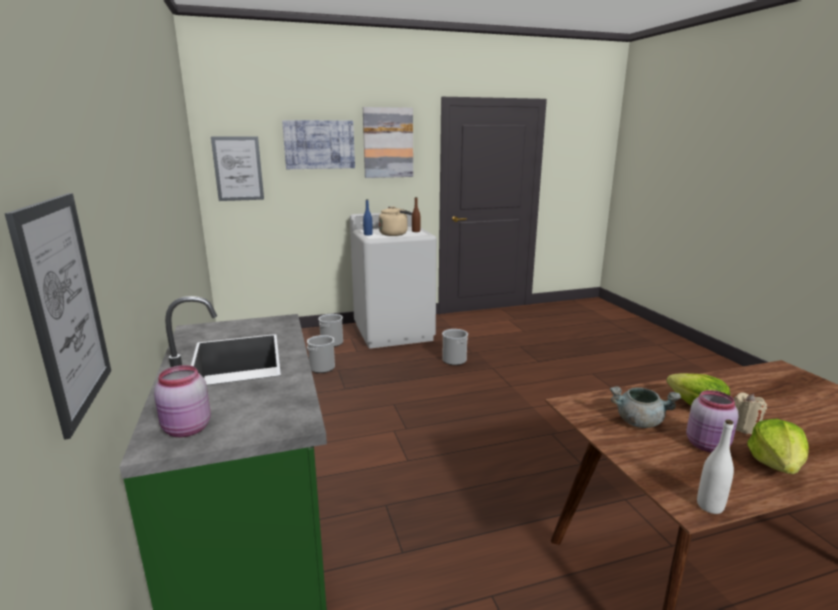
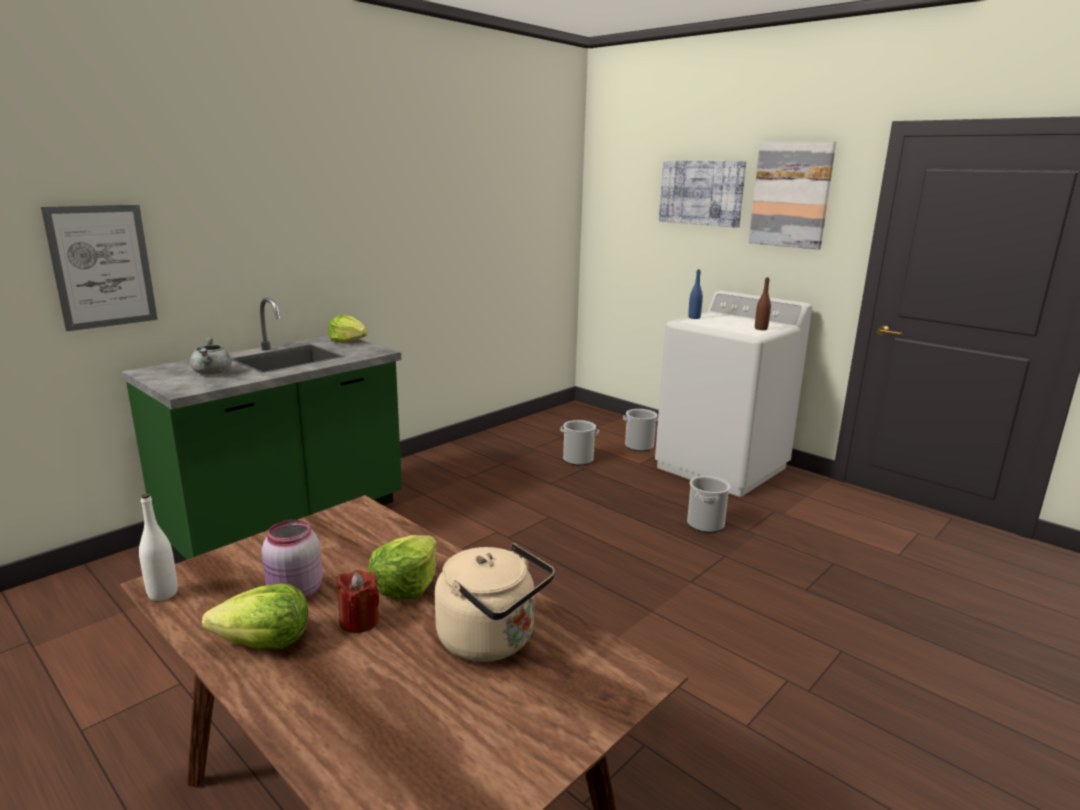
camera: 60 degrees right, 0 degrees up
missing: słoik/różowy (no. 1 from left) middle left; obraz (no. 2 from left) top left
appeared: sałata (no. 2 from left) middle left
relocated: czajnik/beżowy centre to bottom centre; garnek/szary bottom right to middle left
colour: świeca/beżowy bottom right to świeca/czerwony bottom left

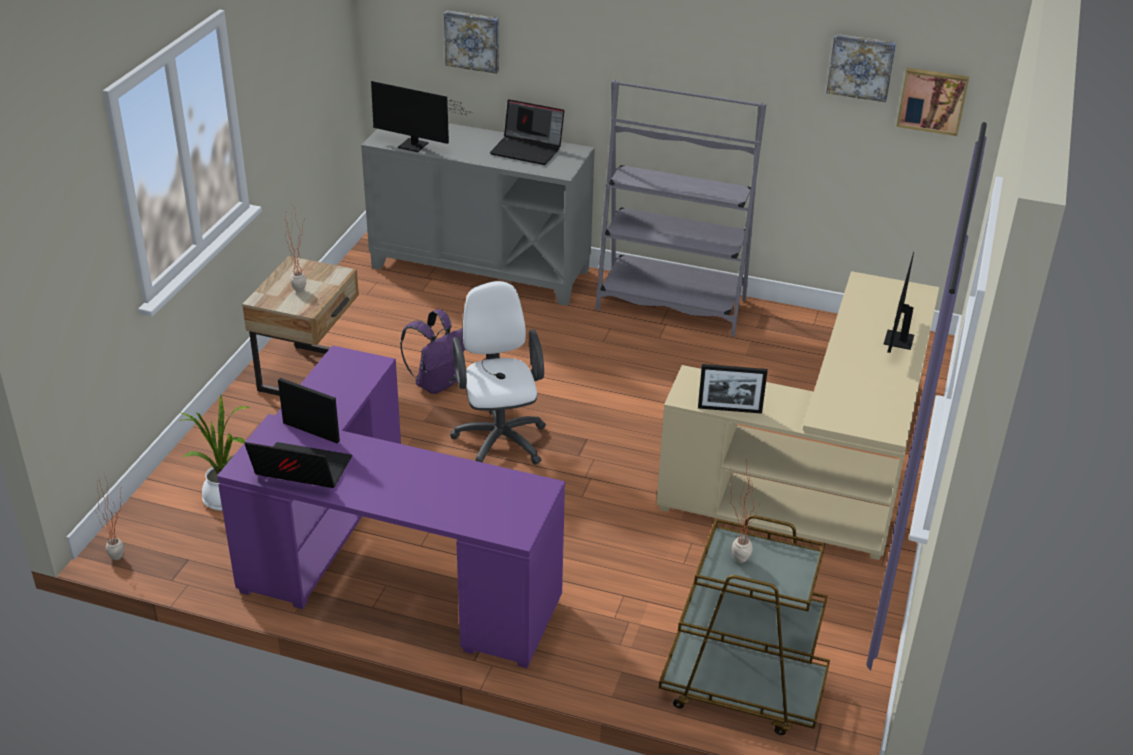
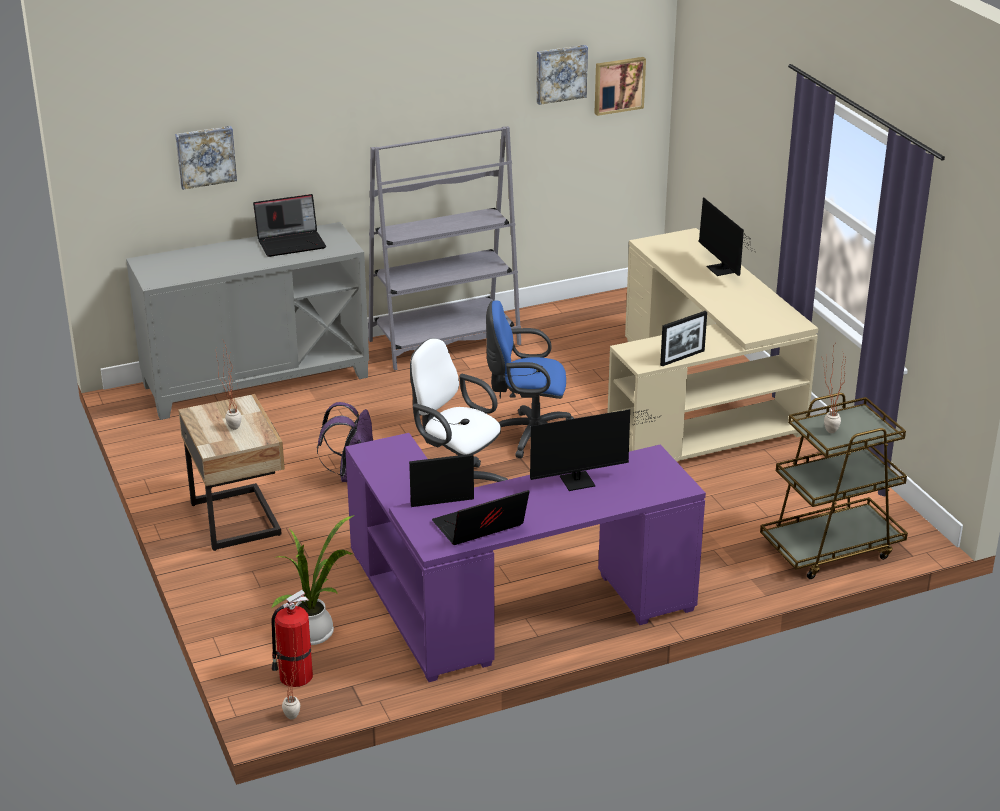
camera: 40 degrees left, 5 degrees down
appeared: gaśnica bottom left; krzesło biurowe/niebieski centre
relocated: monitor (no. 1 from left) top centre to centre

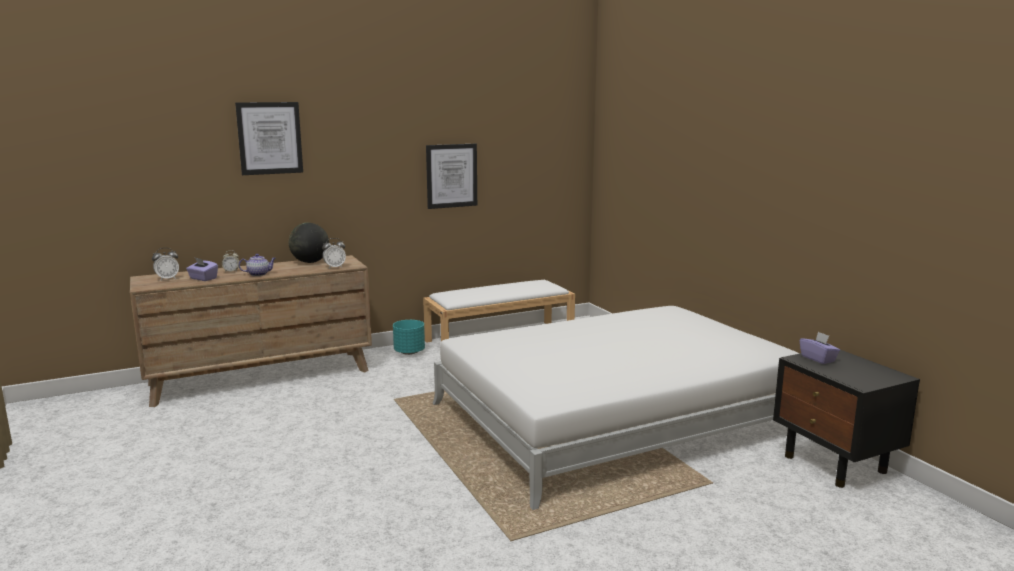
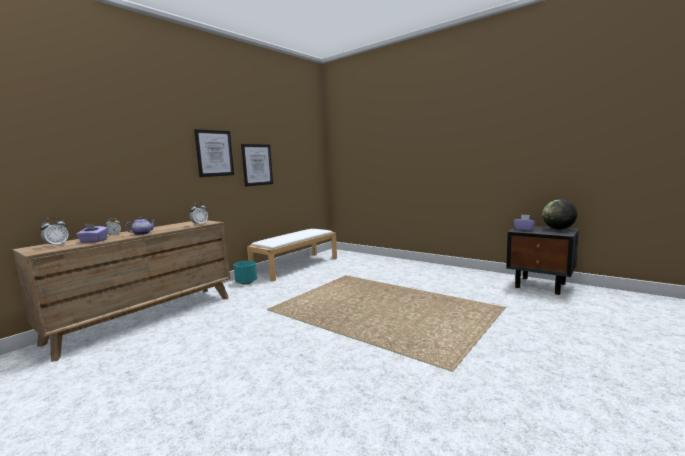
camera: 25 degrees left, 5 degrees down
missing: łóżko/biały bottom centre
relocated: obraz (no. 1 from left) top left to middle left; globus middle left to middle right

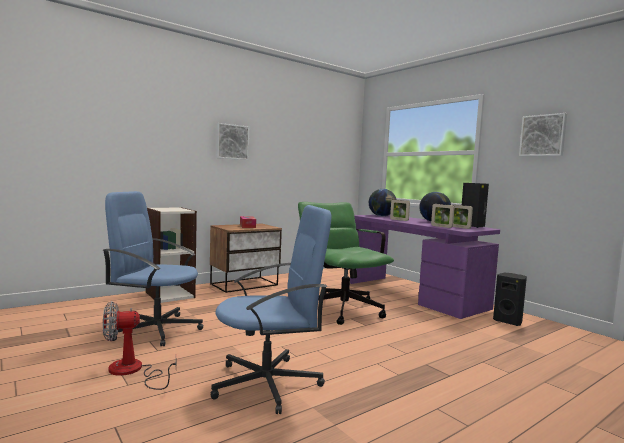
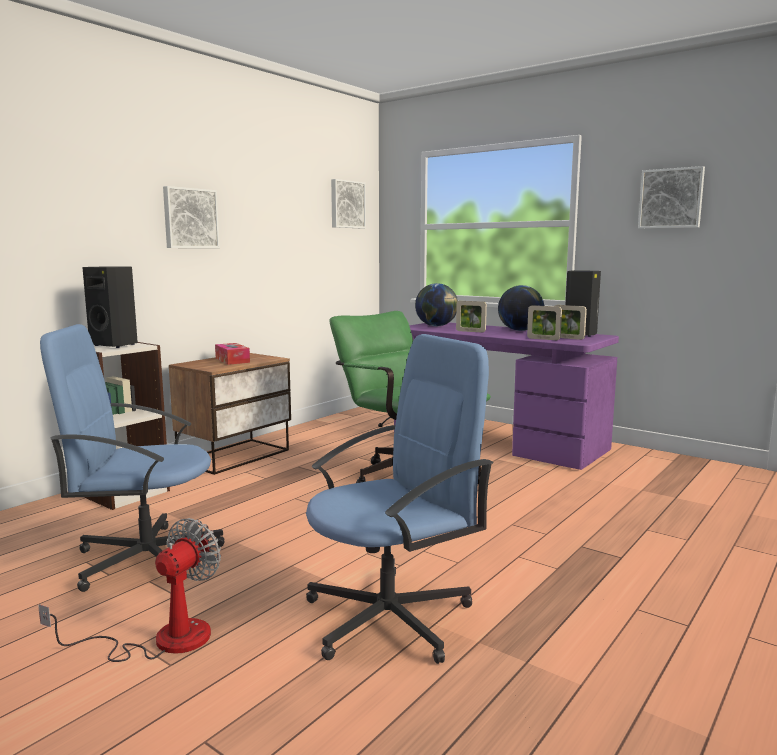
camera: 15 degrees left, 5 degrees up
appeared: obraz (no. 2 from left) top centre
relocated: głośnik/czarny (no. 2 from left in the first image) bottom right to głośnik/czarny (no. 1 from left) middle left
spun: wentylator bottom left = bottom left 150 degrees clockwise

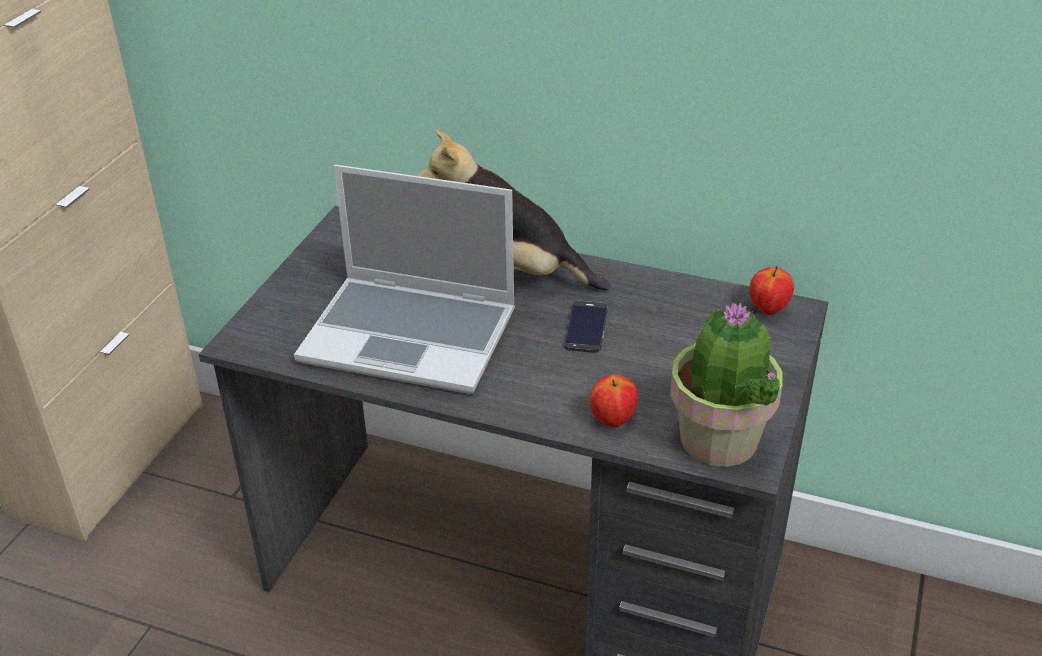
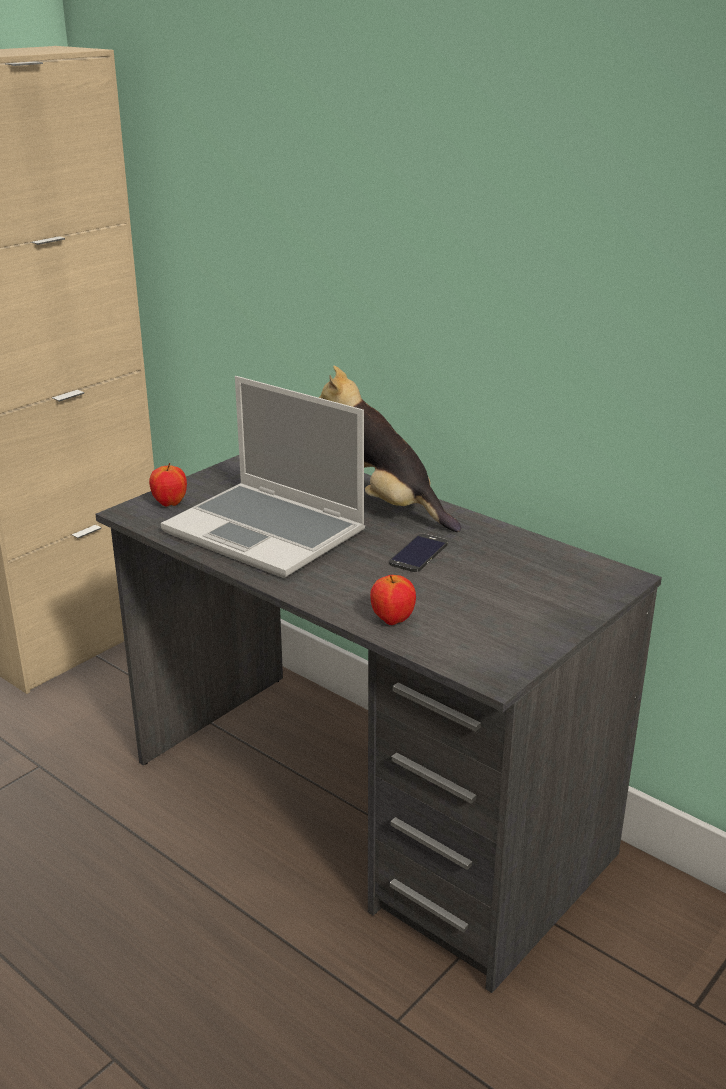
camera: 20 degrees right, 10 degrees down
missing: roślina doniczkowa middle right
relocated: jabłko (no. 2 from left in the first image) middle right to jabłko (no. 1 from left) middle left

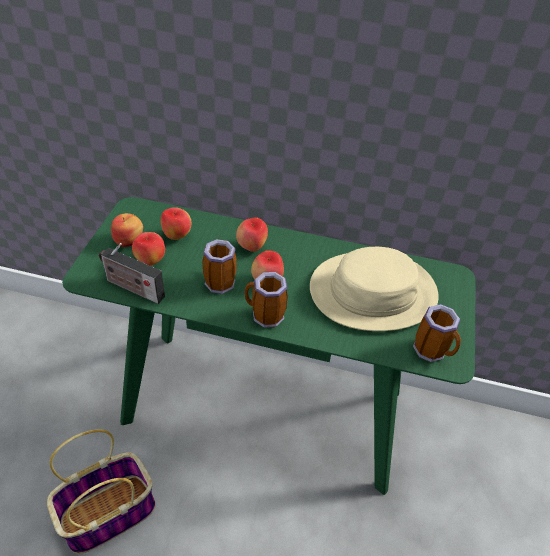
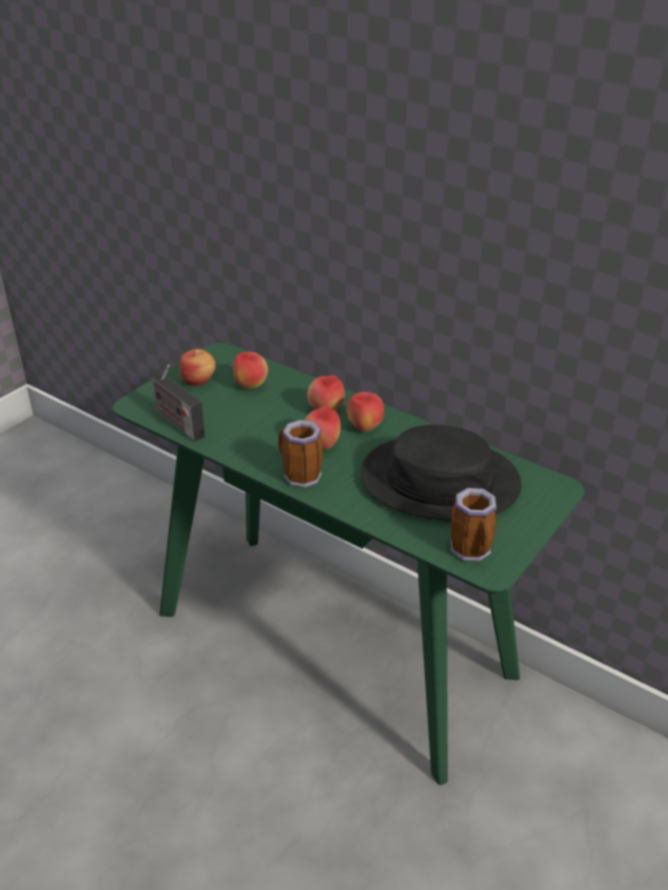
camera: 25 degrees right, 10 degrees down
missing: koszyk bottom left; kubek (no. 1 from left) centre
relocated: jabłko (no. 2 from left in the first image) middle left to jabłko (no. 5 from left) centre
colour: kapelusz/beżowy middle right to kapelusz/czarny centre

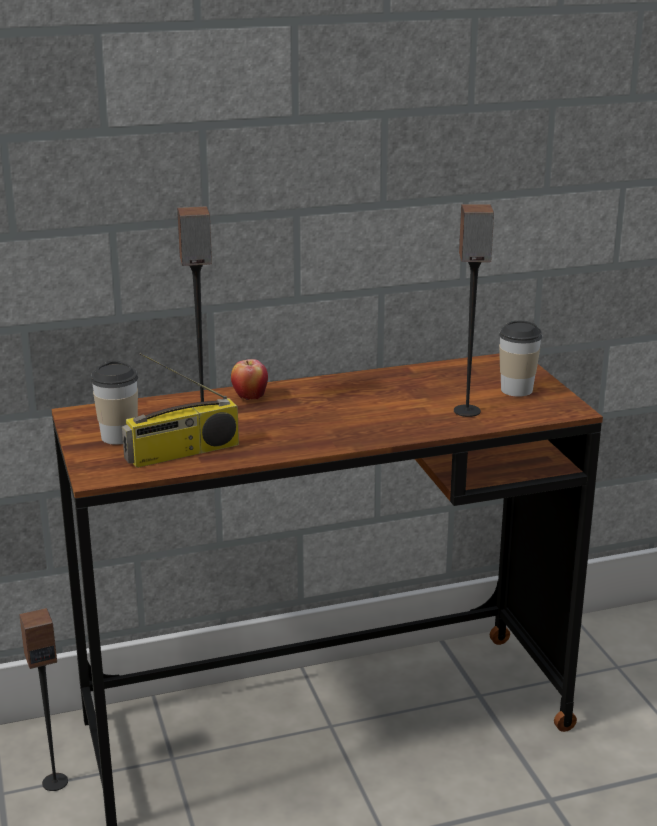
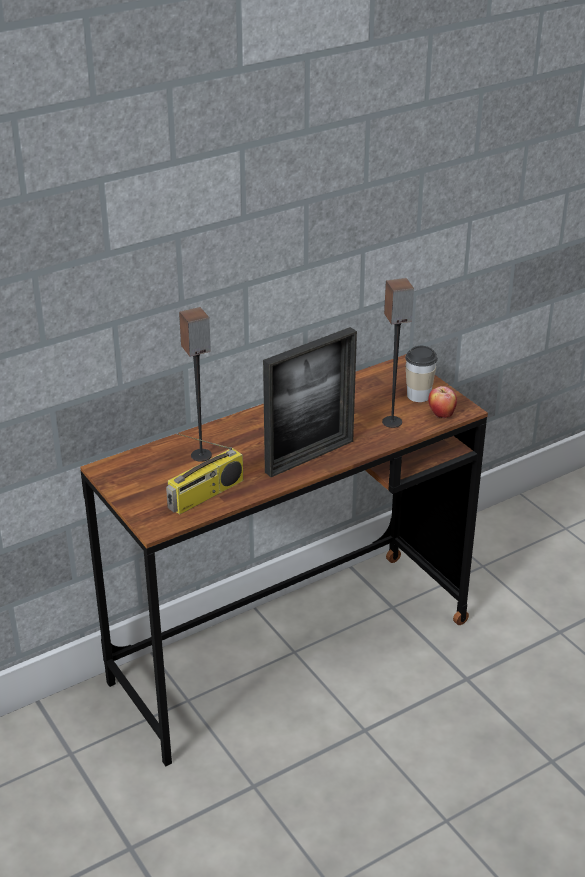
camera: 15 degrees left, 10 degrees up
missing: głośnik (no. 1 from left) bottom left; filiżanka (no. 1 from left) middle left
appeared: ramka na zdjęcie centre
relocated: jabłko centre to middle right

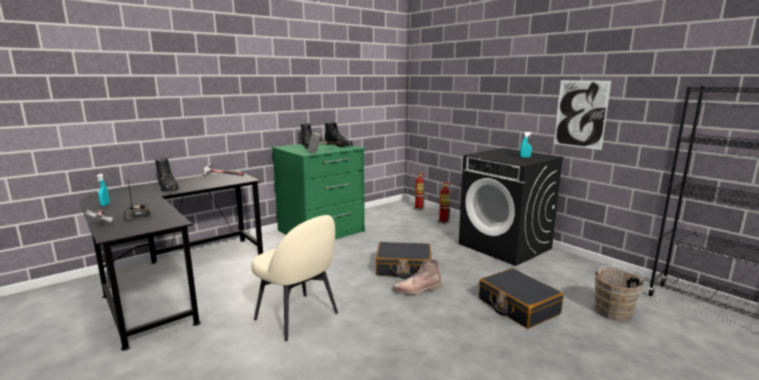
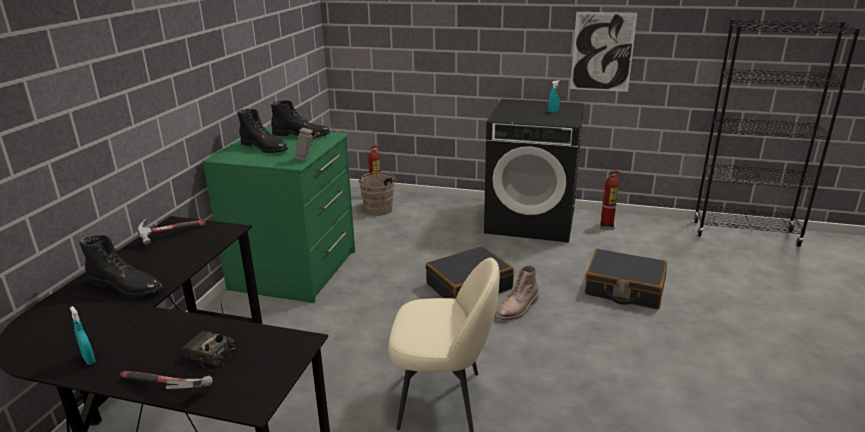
camera: 35 degrees left, 10 degrees up
relocated: gaśnica (no. 2 from left) centre to middle right; wiadro/brązowy bottom right to centre

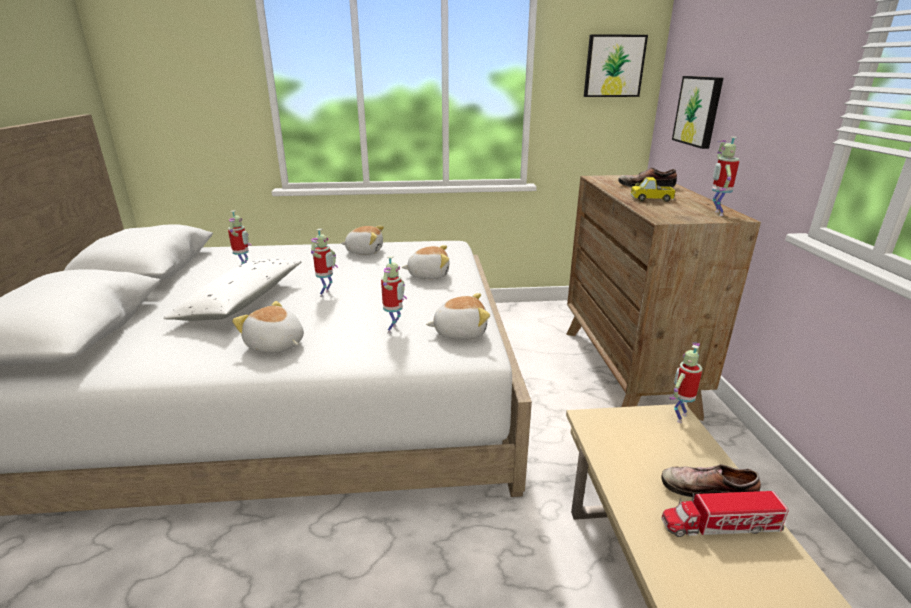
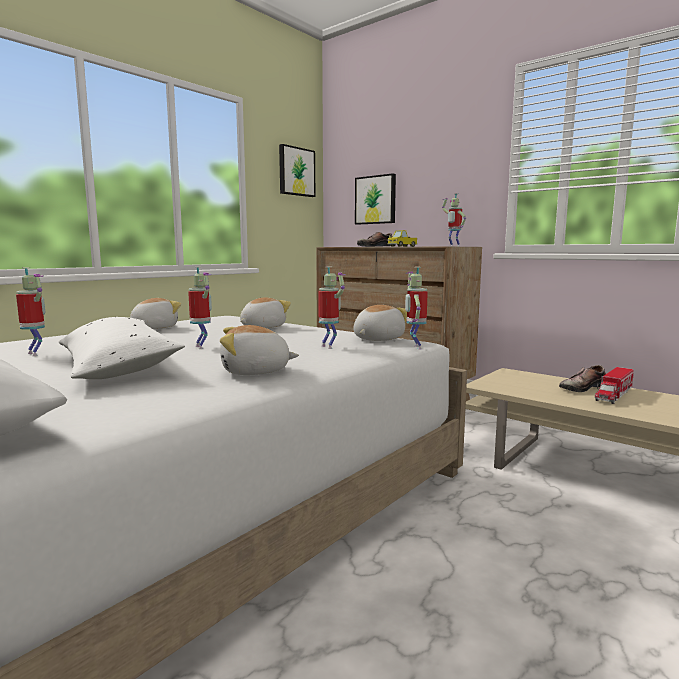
camera: 45 degrees left, 15 degrees down
relocated: robot zabawkowy (no. 4 from left) middle right to centre

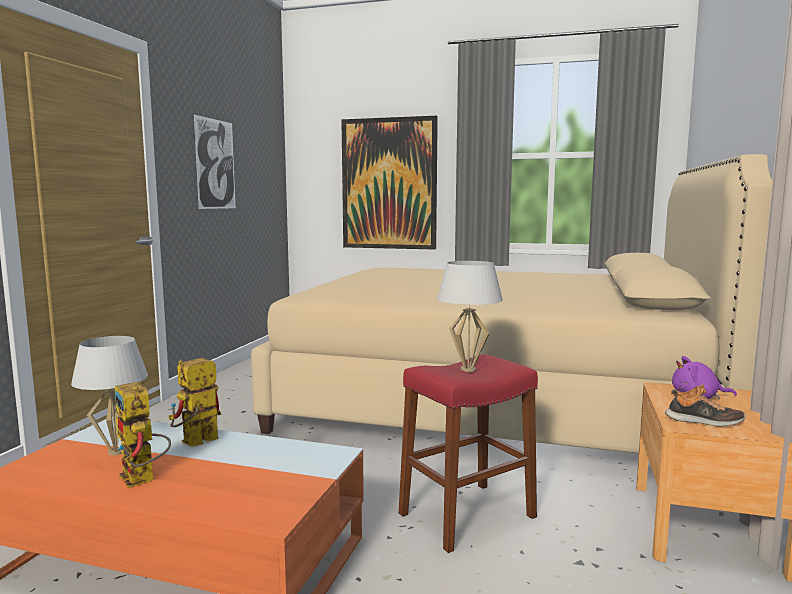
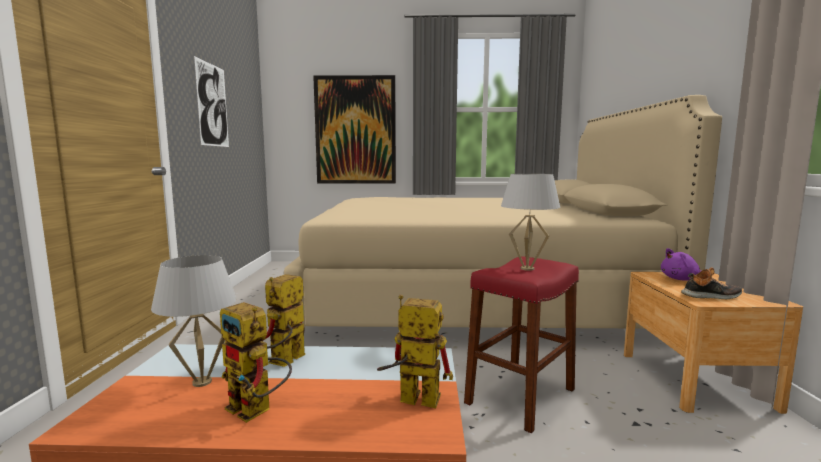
camera: 15 degrees left, 0 degrees up
appeared: robot zabawkowy (no. 3 from left) bottom centre

